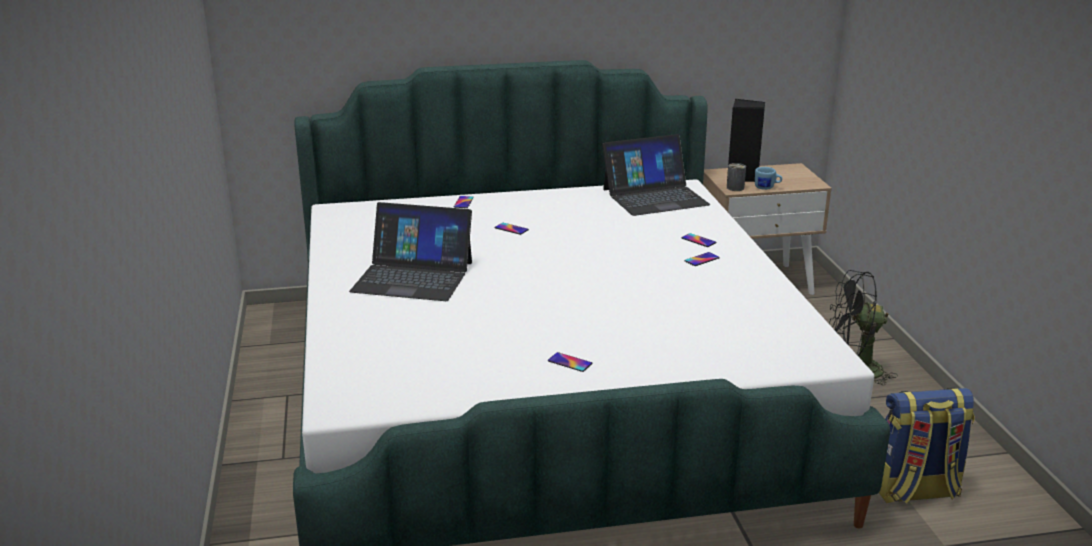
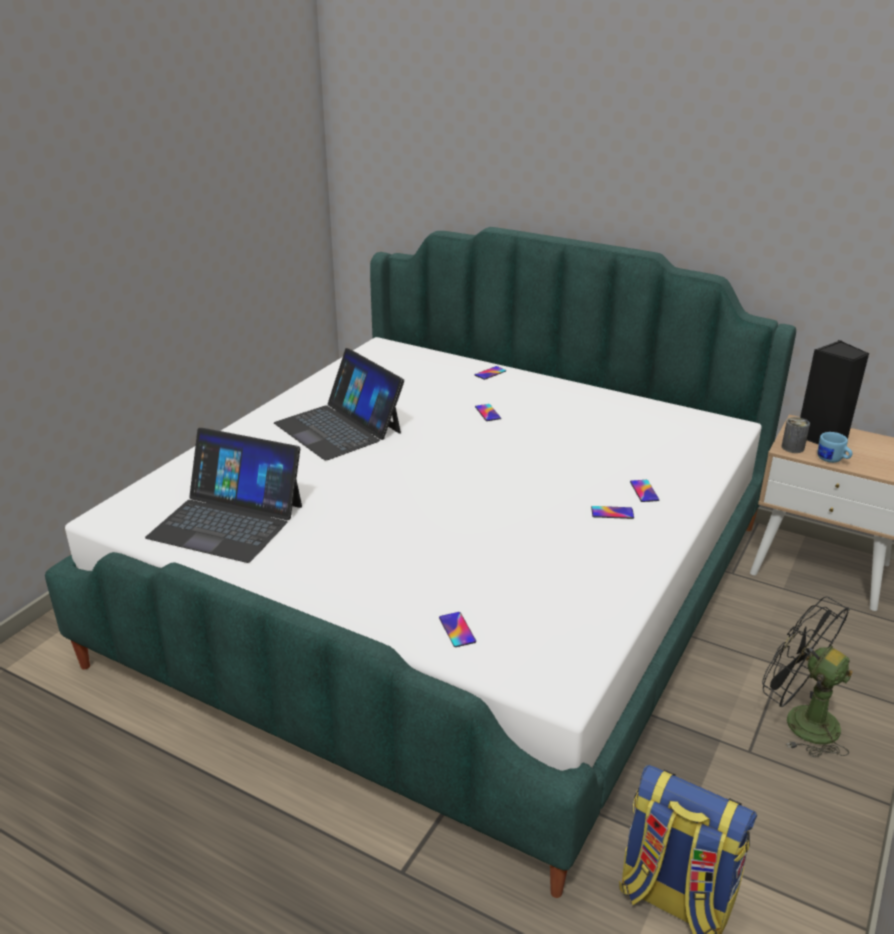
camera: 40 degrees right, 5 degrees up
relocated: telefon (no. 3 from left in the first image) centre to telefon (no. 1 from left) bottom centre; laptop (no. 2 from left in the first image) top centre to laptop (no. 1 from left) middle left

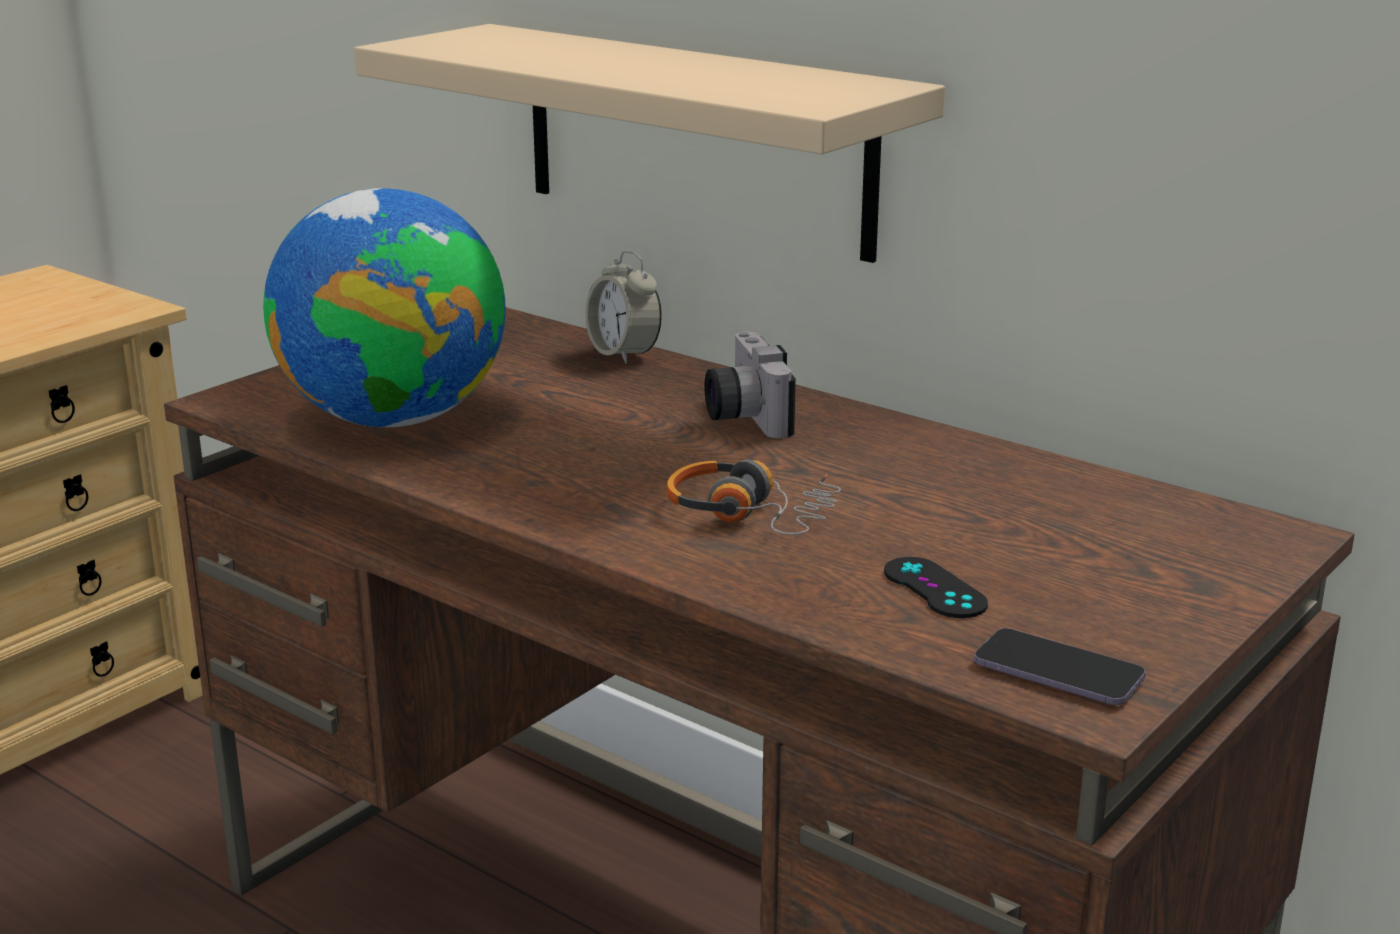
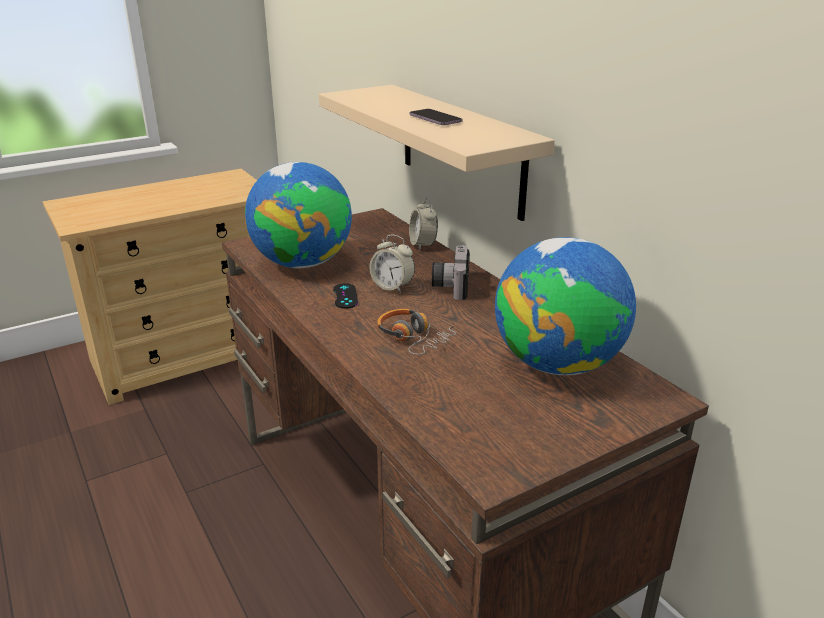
camera: 20 degrees right, 5 degrees up
appeared: budzik (no. 1 from left) centre; globus (no. 2 from left) middle right
relocated: pad do gier/czarny middle right to centre; telefon bottom right to top centre

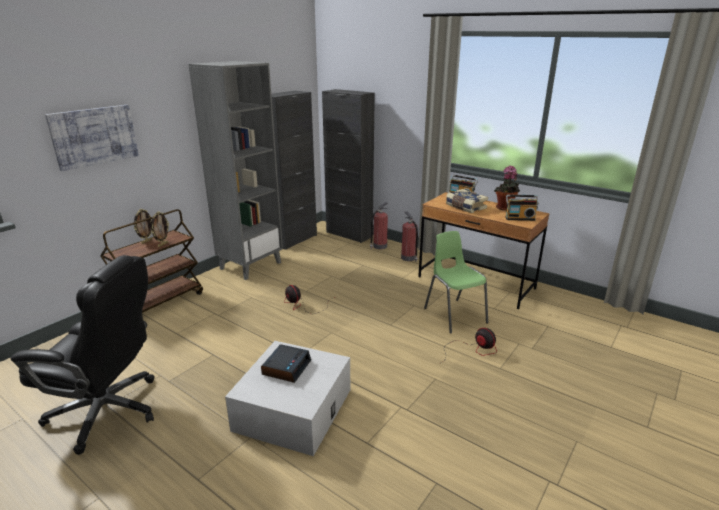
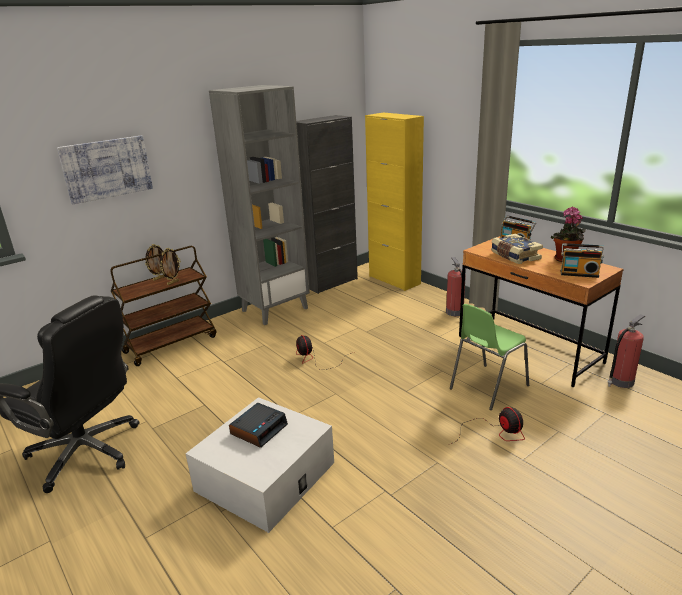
camera: 15 degrees right, 0 degrees up
relocated: gaśnica (no. 1 from left in the first image) centre to gaśnica (no. 2 from left) middle right
colour: szafka/czarny (no. 2 from left) top centre to szafka/żółty centre
spun: krzesło/zielony centre = middle right 120 degrees counterclockwise

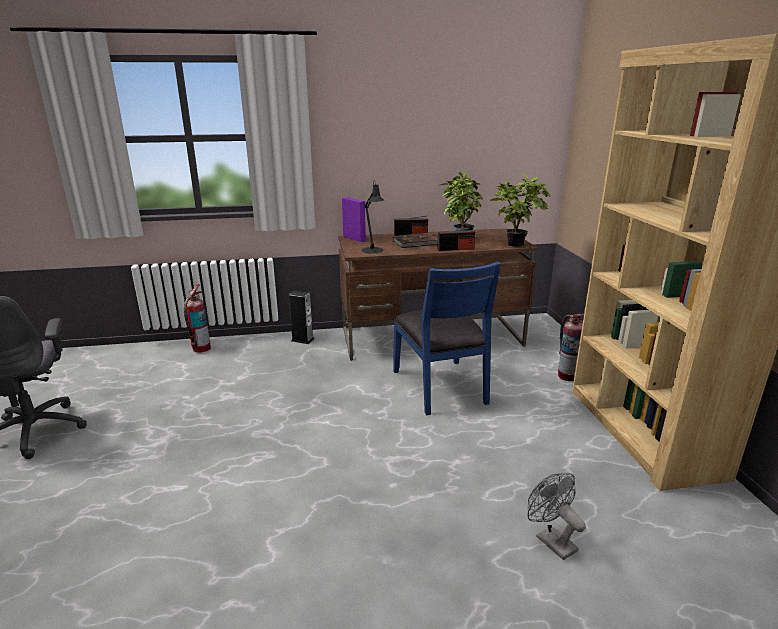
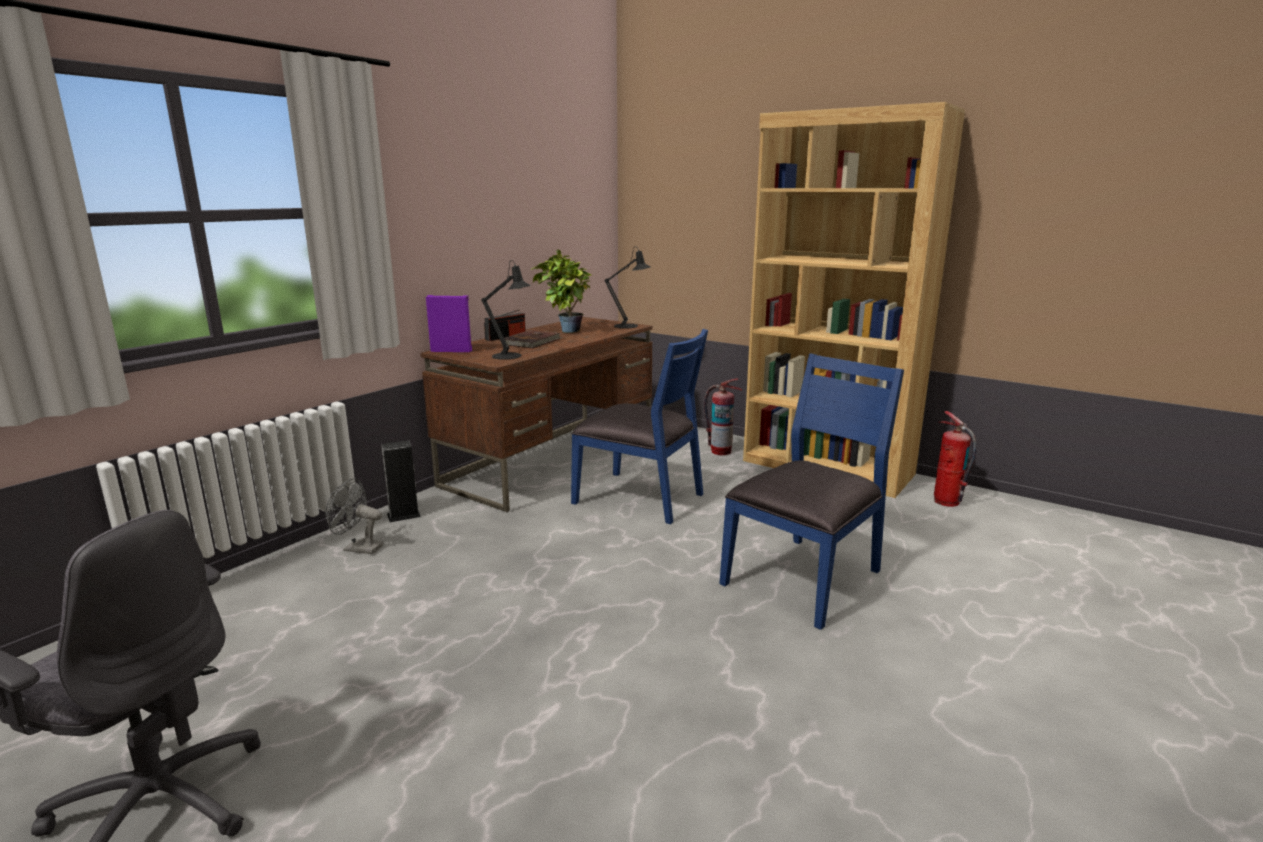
camera: 45 degrees left, 5 degrees down
missing: radio (no. 2 from left) centre
appeared: krzesło/niebieski (no. 2 from left) centre
relocated: gaśnica (no. 1 from left in the first image) middle left to gaśnica (no. 2 from left) middle right; wentylator/szary bottom right to middle left
exchanged: roślina doniczkowa (no. 2 from left) middle right to lampa stołowa/czarny (no. 2 from left) centre

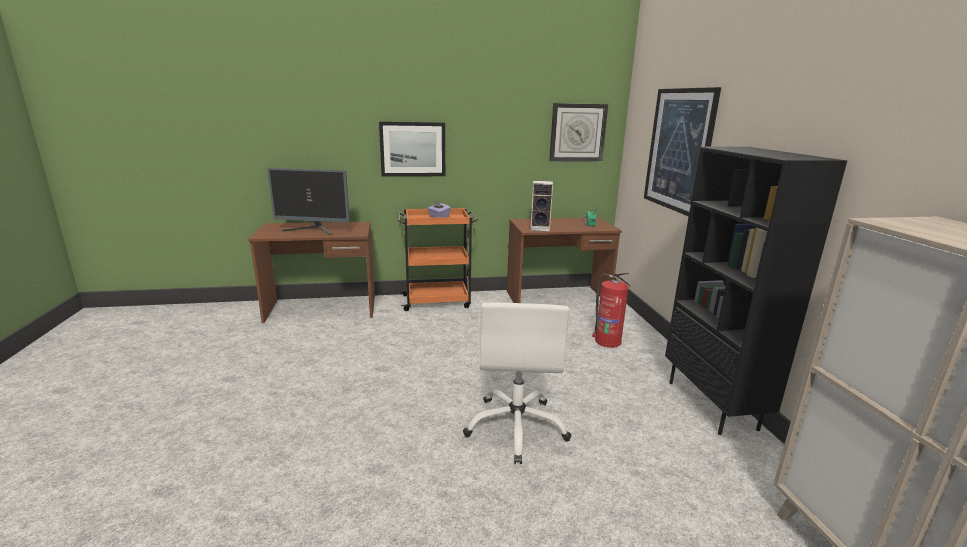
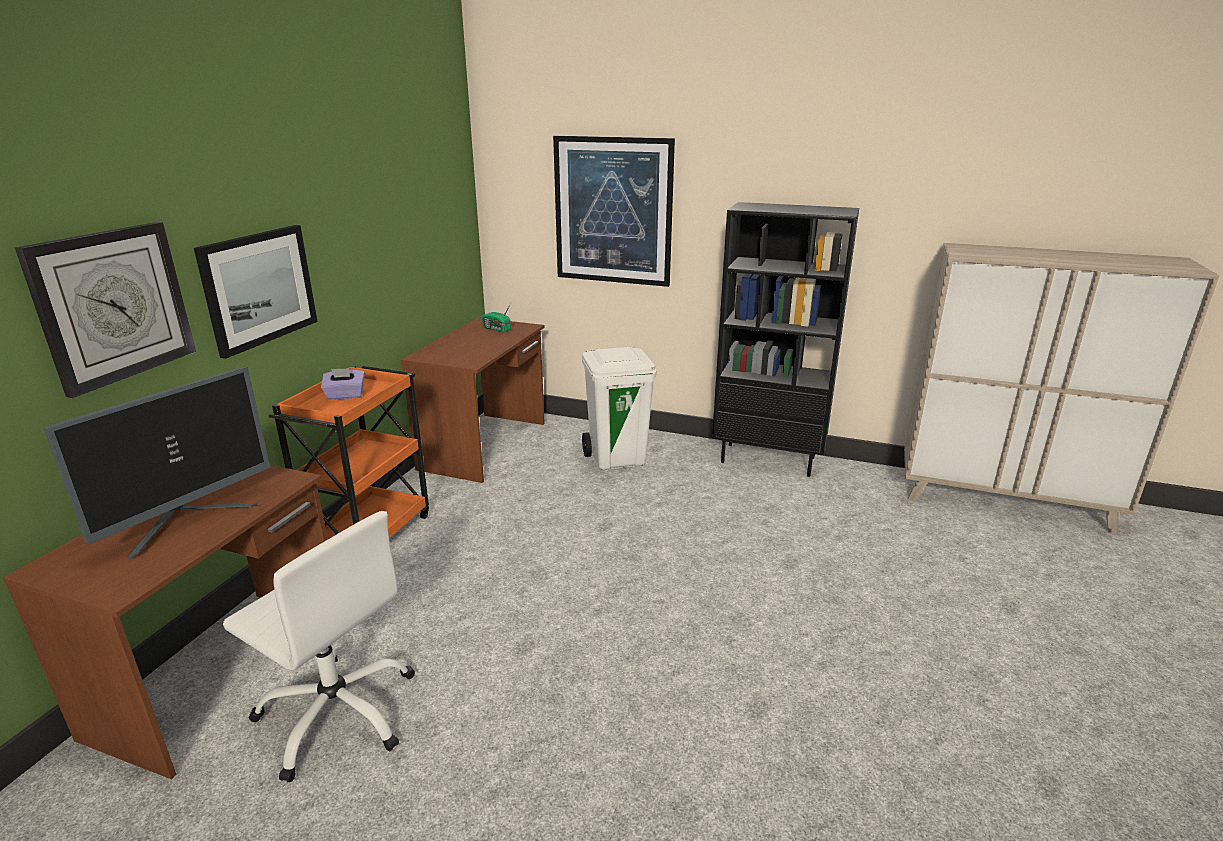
camera: 60 degrees left, 5 degrees up
missing: głośnik centre
relocated: krzesło biurowe/biały bottom centre to bottom left; zegar ścienny top centre to middle left
exchanged: gaśnica centre to kosz na śmieci/biały centre

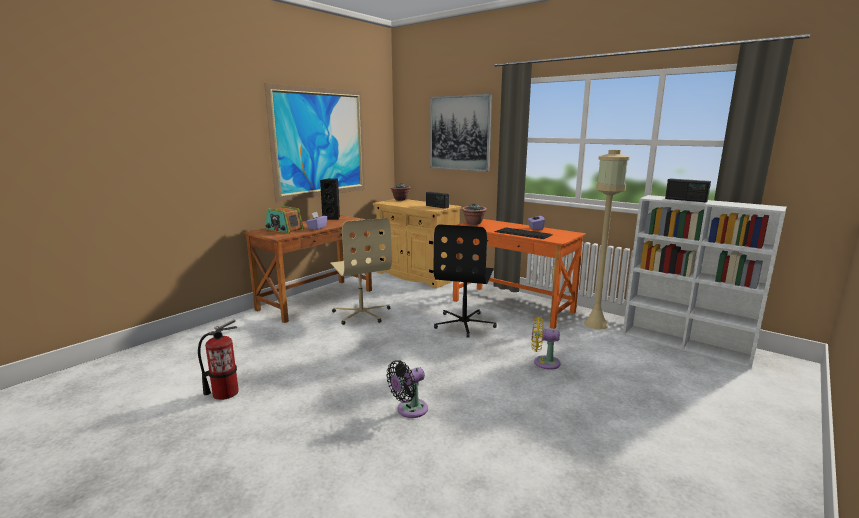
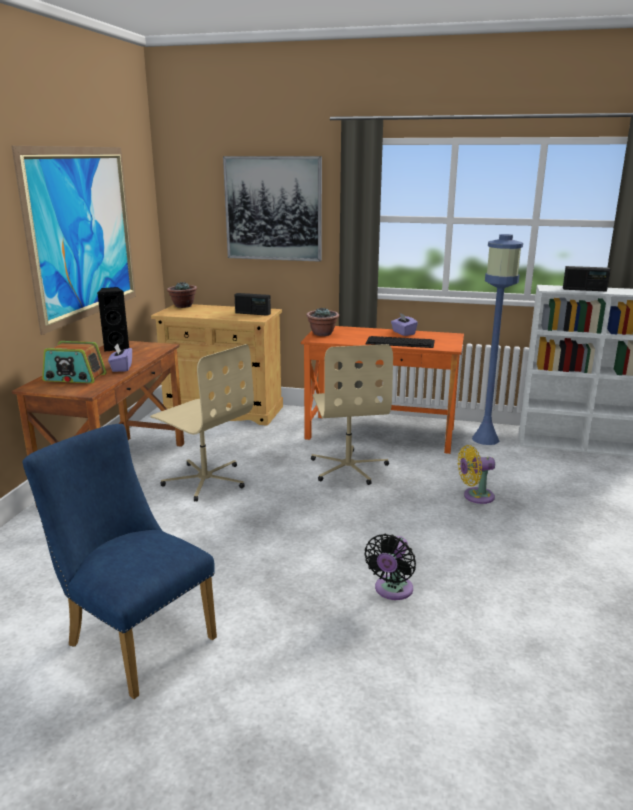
camera: 25 degrees left, 5 degrees up
exchanged: gaśnica bottom left to krzesło/niebieski bottom left
colour: krzesło biurowe/czarny centre to krzesło biurowe/beżowy (no. 2 from left) centre; lampa stojąca/beżowy middle right to lampa stojąca/niebieski middle right

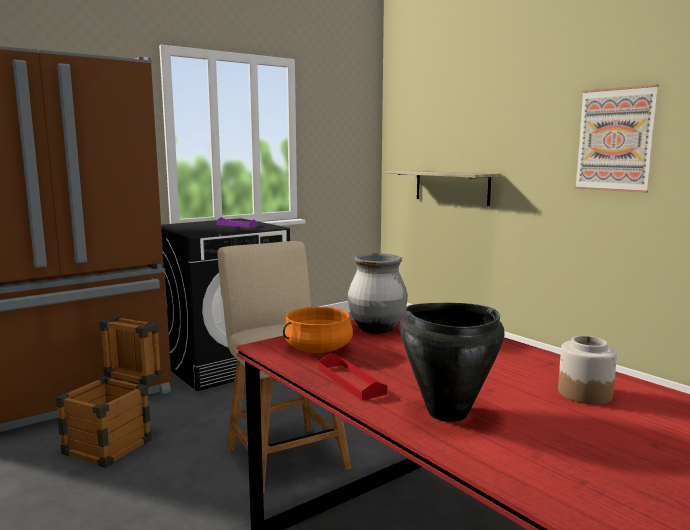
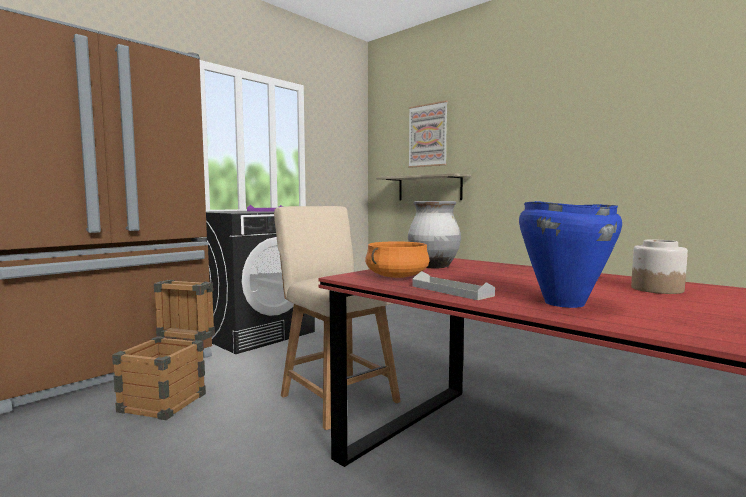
camera: 10 degrees left, 5 degrees down
relocated: obraz top right to top centre
colour: taca/czerwony bottom centre to taca/szary centre; garnek/czarny bottom centre to garnek/niebieski middle right

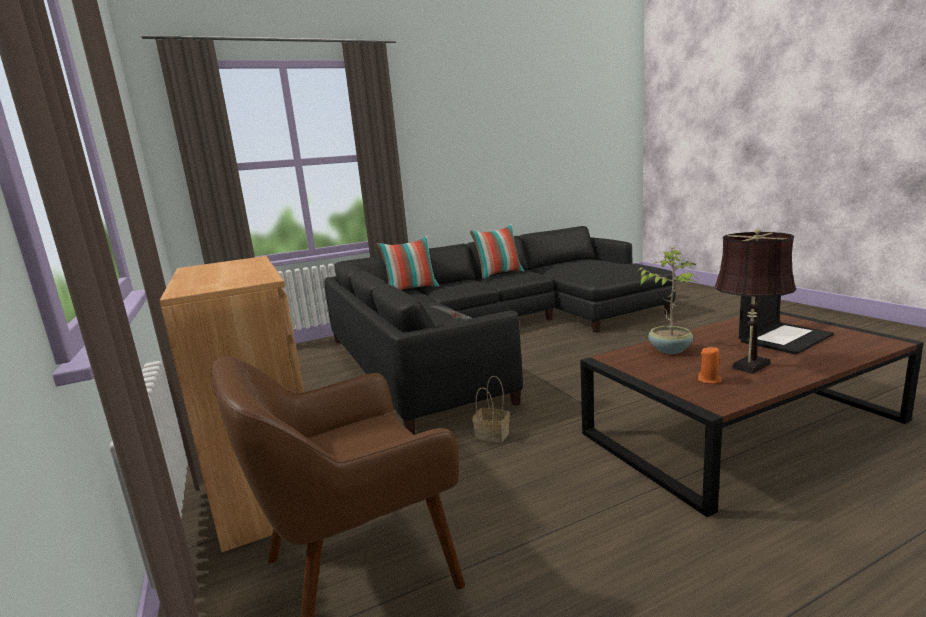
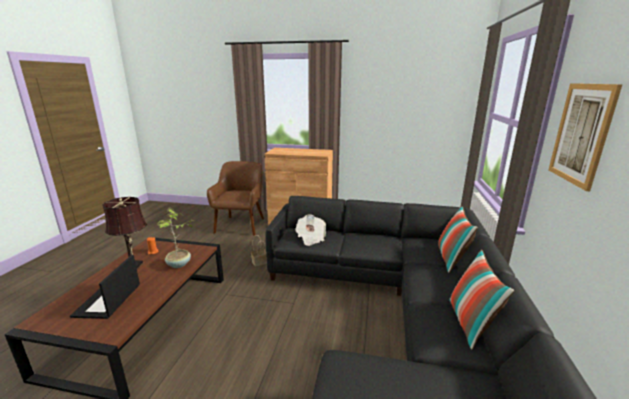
camera: 125 degrees right, 5 degrees up
appeared: obraz middle right

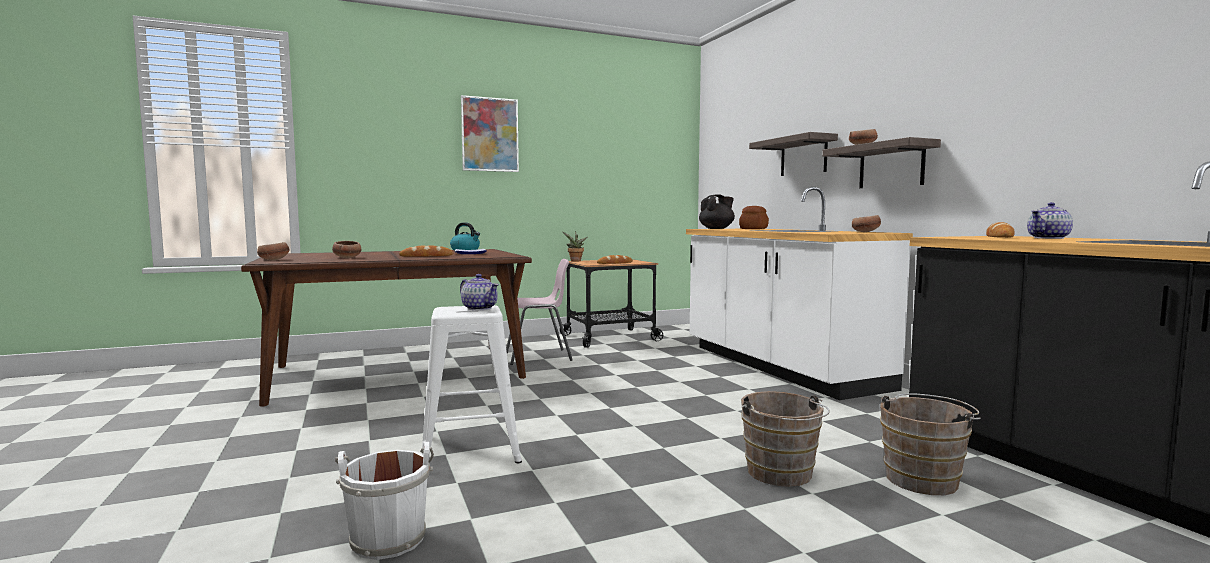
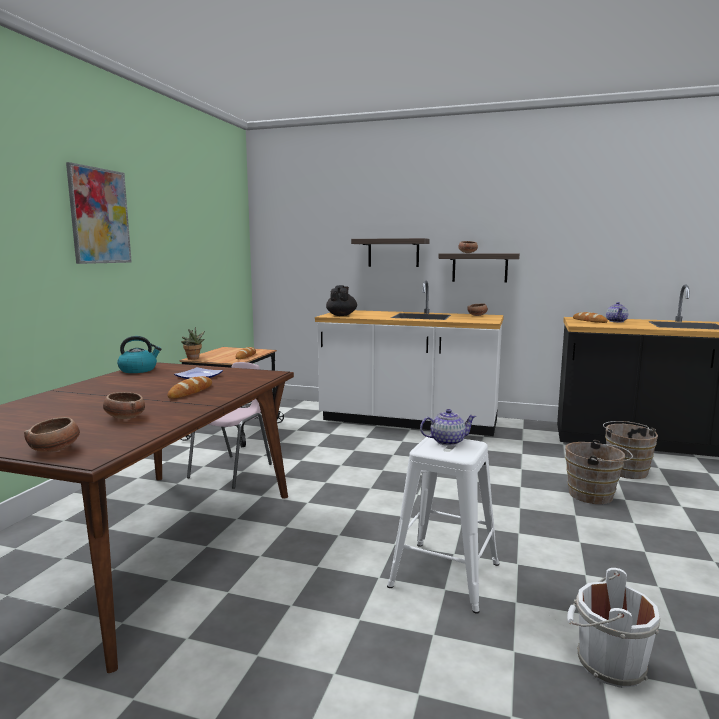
camera: 50 degrees left, 5 degrees up
missing: chleb (no. 3 from left) centre

